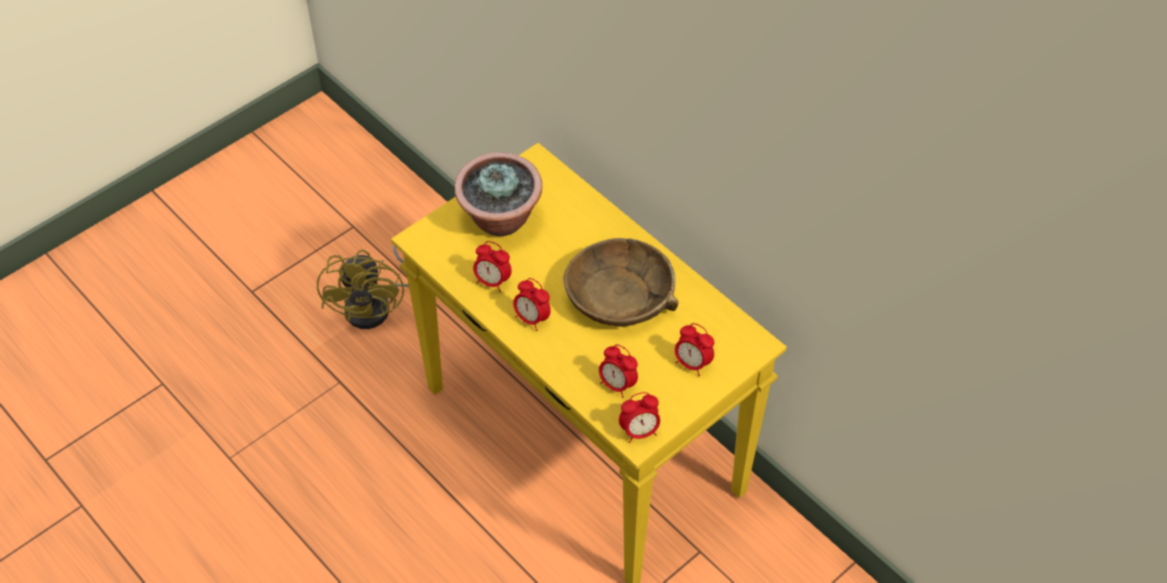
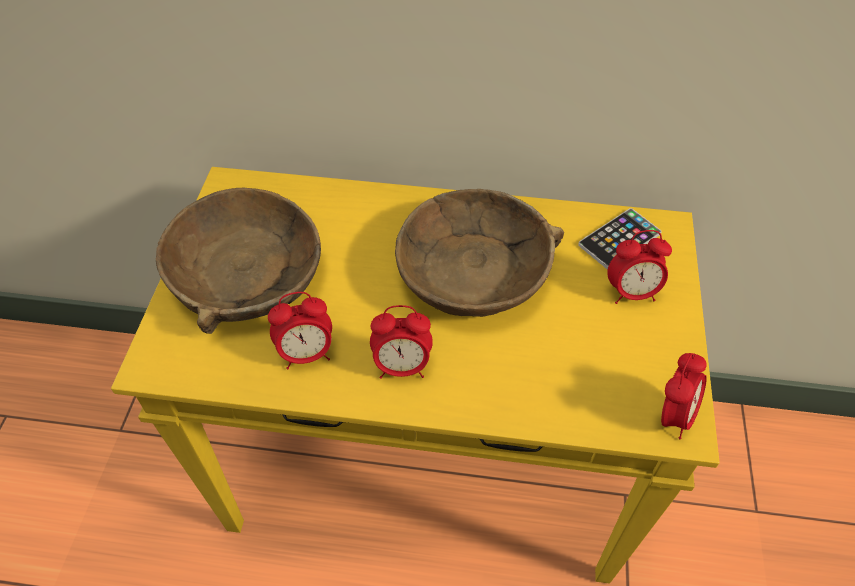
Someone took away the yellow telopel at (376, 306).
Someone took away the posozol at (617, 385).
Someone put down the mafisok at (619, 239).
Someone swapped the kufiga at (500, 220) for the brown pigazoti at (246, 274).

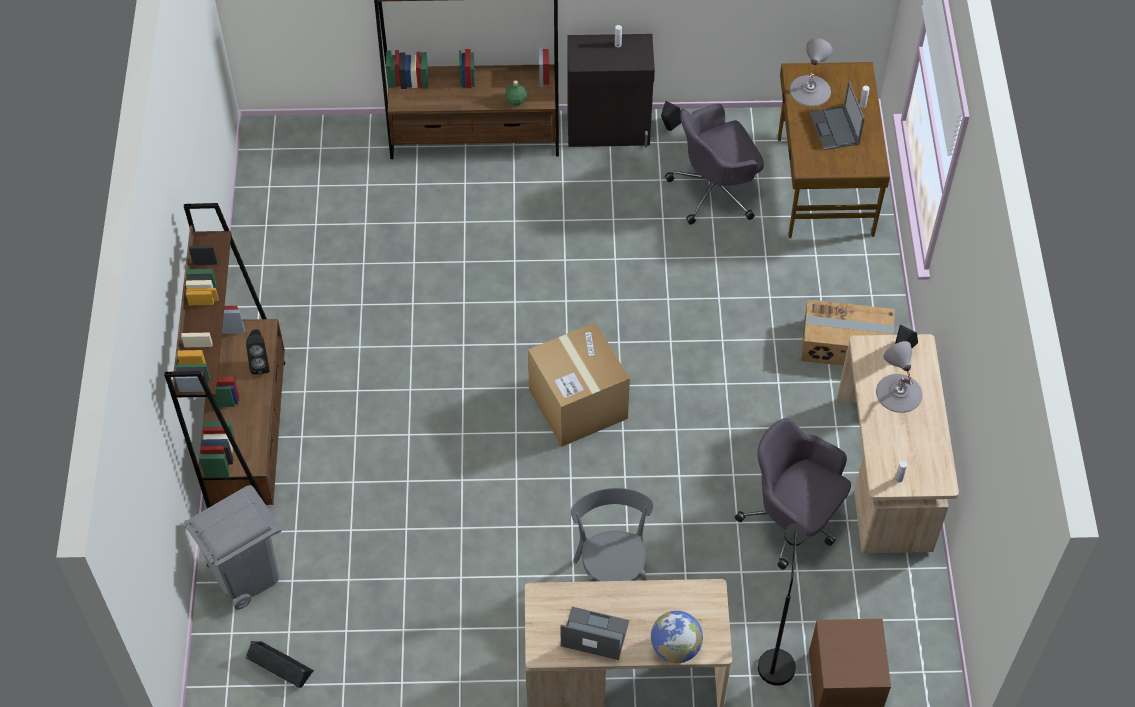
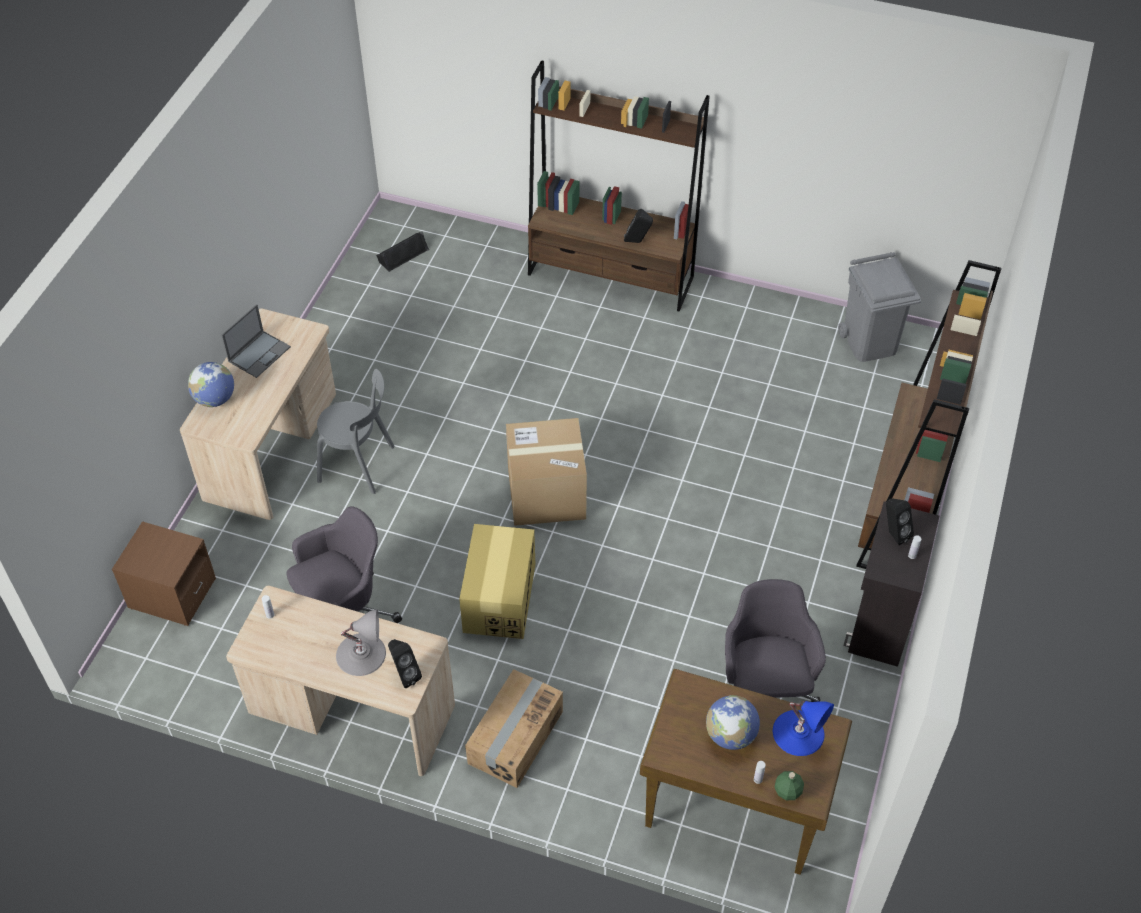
Someone took away the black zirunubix at (775, 658).
Someone put down the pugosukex at (499, 598).
Someone carried the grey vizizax from (246, 574) to (870, 342).
Someone carried the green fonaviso from (516, 101) to (787, 791).
Someone carried the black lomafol from (669, 129) to (893, 534).
Someone swapped the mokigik at (835, 129) for the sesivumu at (730, 735).
Someone repainted the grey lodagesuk at (810, 90), which became the blue lodagesuk at (798, 732).

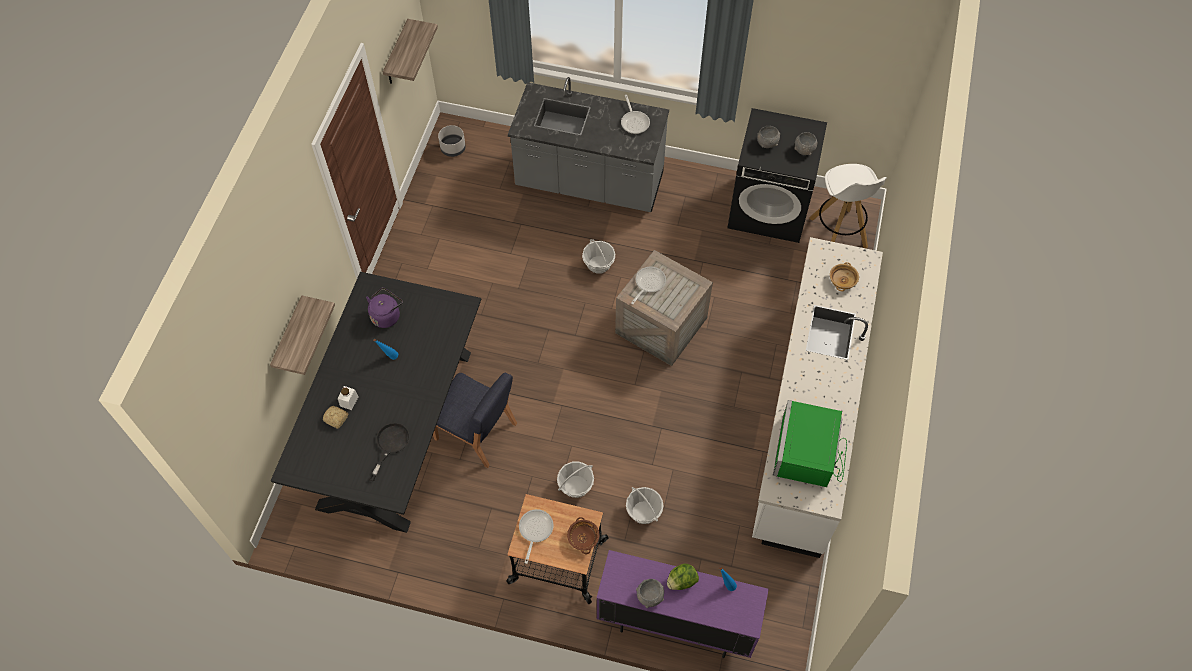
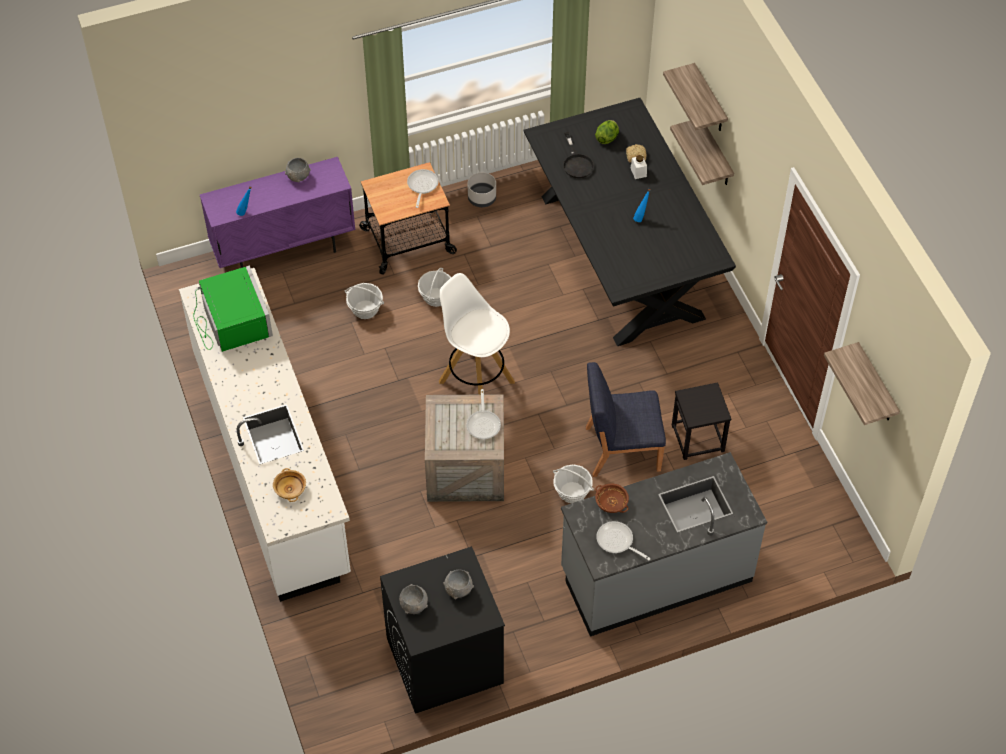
Someone took away the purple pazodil at (387, 315).
Someone put up the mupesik at (709, 100).
Someone put down the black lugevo at (698, 438).
Someone carried the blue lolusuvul from (476, 432) to (621, 448).
Someone carried the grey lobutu from (453, 148) to (482, 198).
Someone carried the brown pigazoti from (583, 538) to (611, 503).
Someone carried the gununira from (681, 581) to (607, 138).
Someone carried the white lugevo from (838, 233) to (475, 381).
Someone rotated the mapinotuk at (535, 530) by 150 degrees counterclockwise.

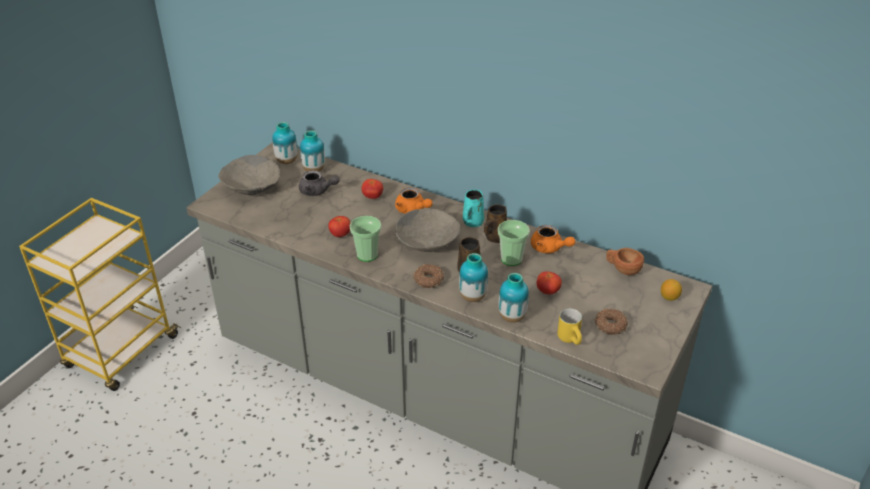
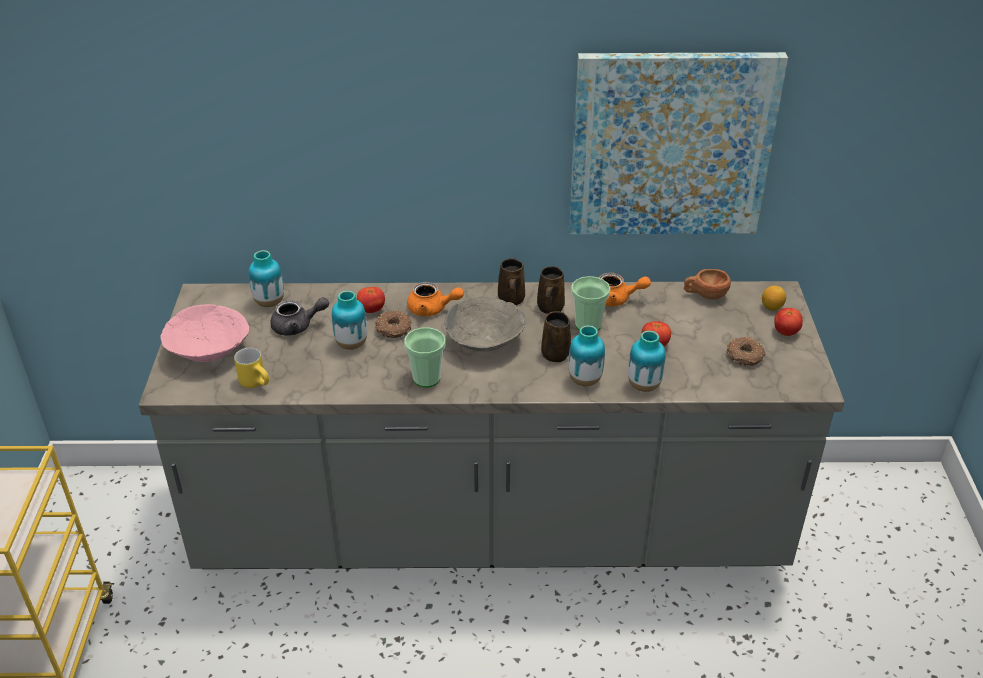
Someone put up the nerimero at (671, 145).
Someone carried the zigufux from (287, 161) to (351, 344).
Someone carried the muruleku from (340, 234) to (786, 332).
Someone carried the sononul from (428, 280) to (393, 330).
Someone carried the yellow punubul from (572, 339) to (257, 383).
Someone repainted the grey pigazoti at (252, 189), which became the pink pigazoti at (209, 352).
Someone repainted the turquoise punubul at (472, 222), which became the brown punubul at (511, 300).

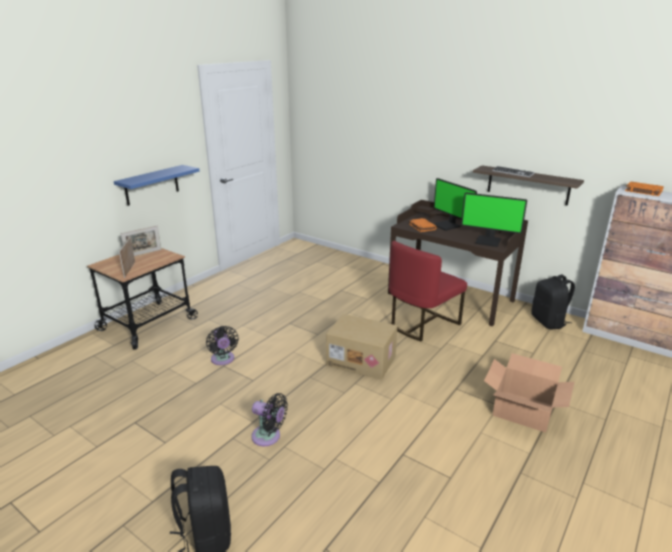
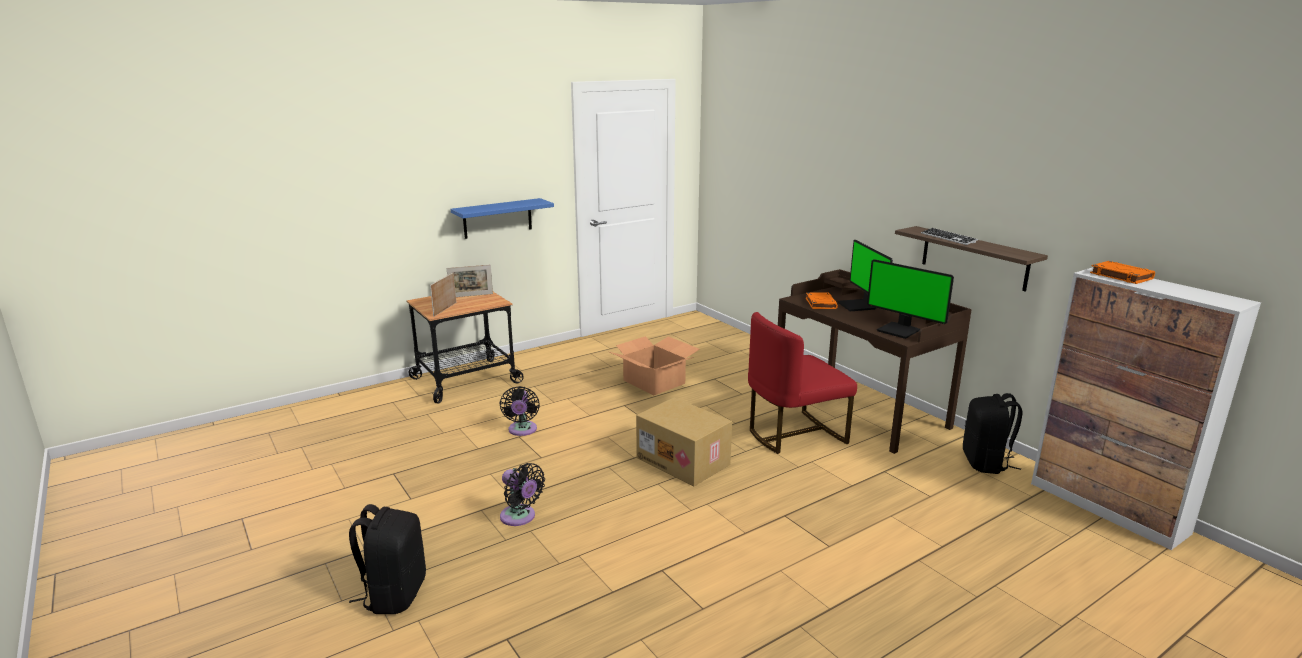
Someone carried the pugosukex from (523, 410) to (654, 382).

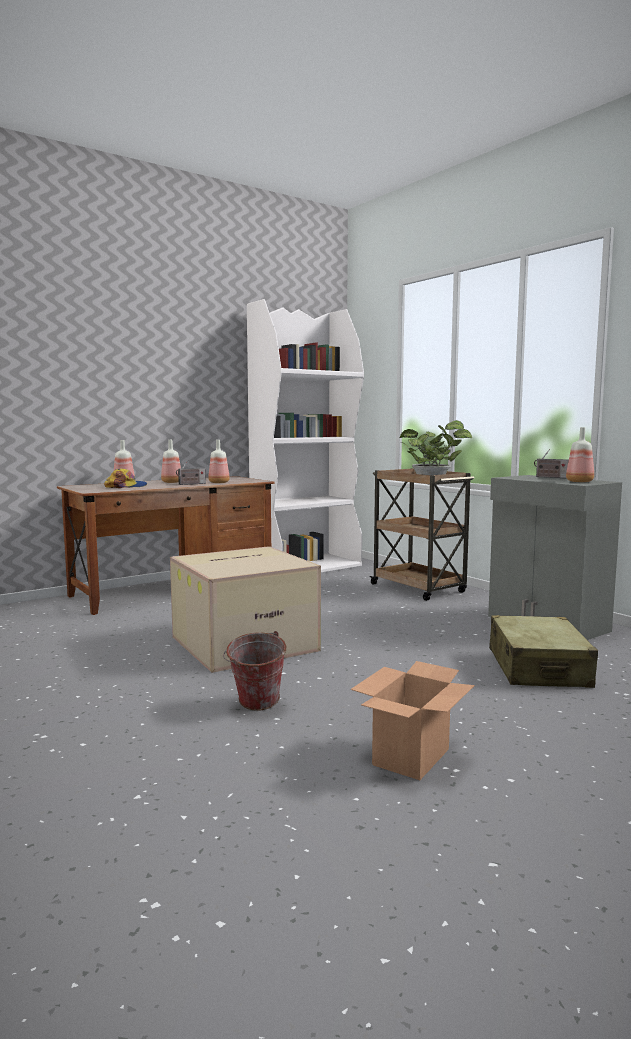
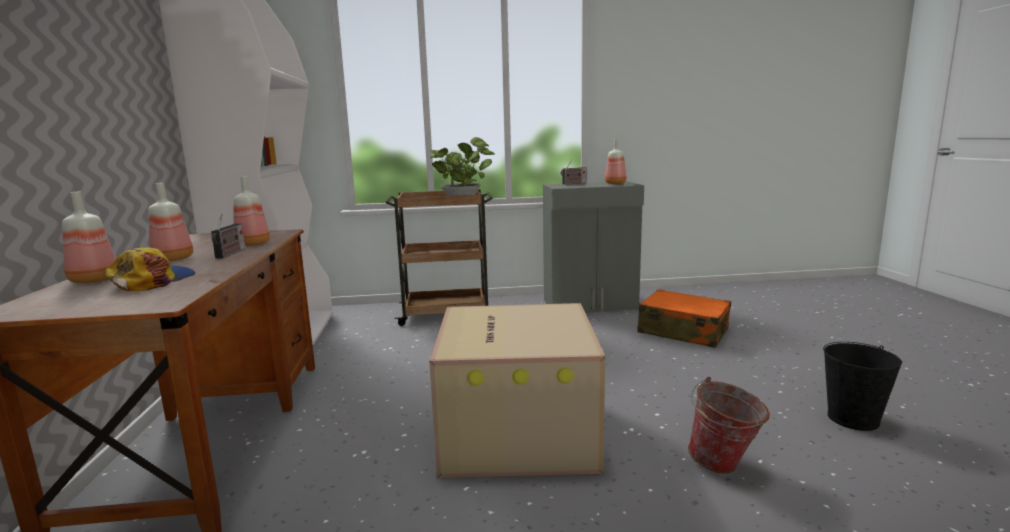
Someone swapped the pugosukex at (411, 757) for the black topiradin at (853, 419).
Someone repainted the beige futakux at (538, 668), which became the orange futakux at (683, 332).

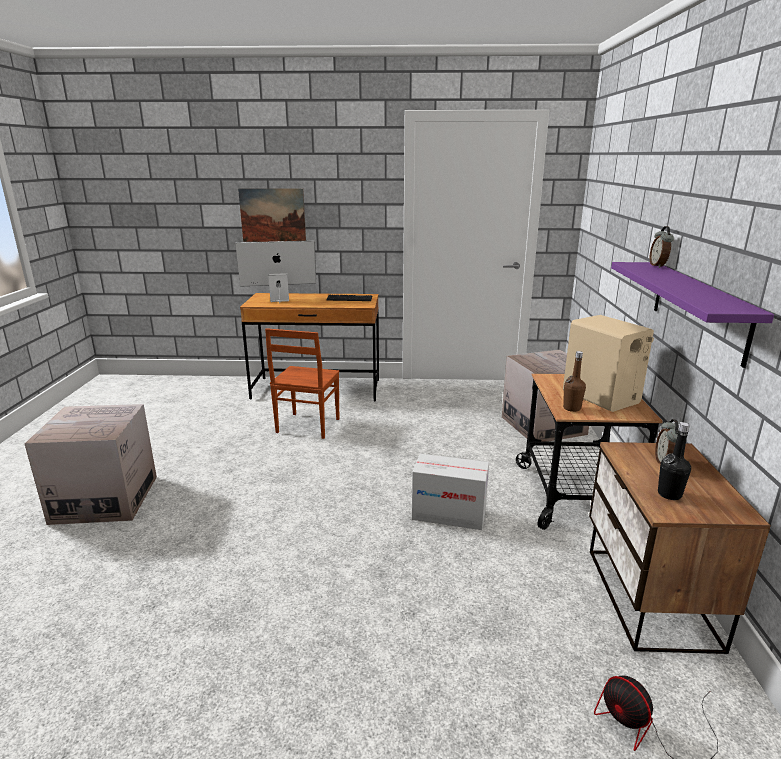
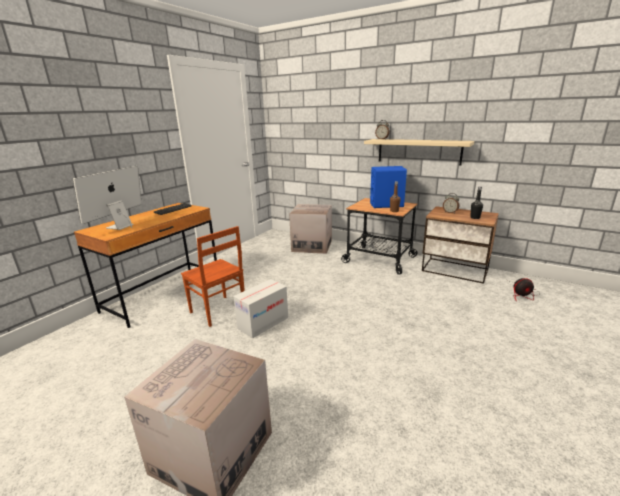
Someone took away the nerimero at (272, 215).
Someone carried the pugosukex from (448, 514) to (263, 323).
Someone repainted the beige lomafol at (601, 397), which became the blue lomafol at (386, 205).
Someone repainted the purple mupesik at (698, 309), which became the beige mupesik at (418, 151).

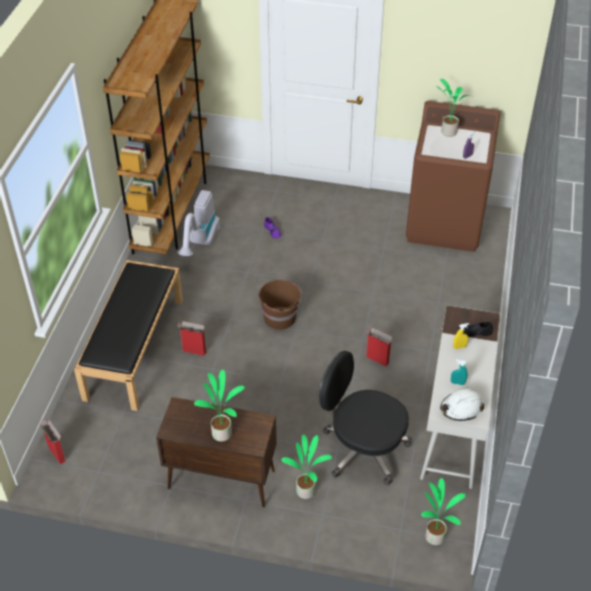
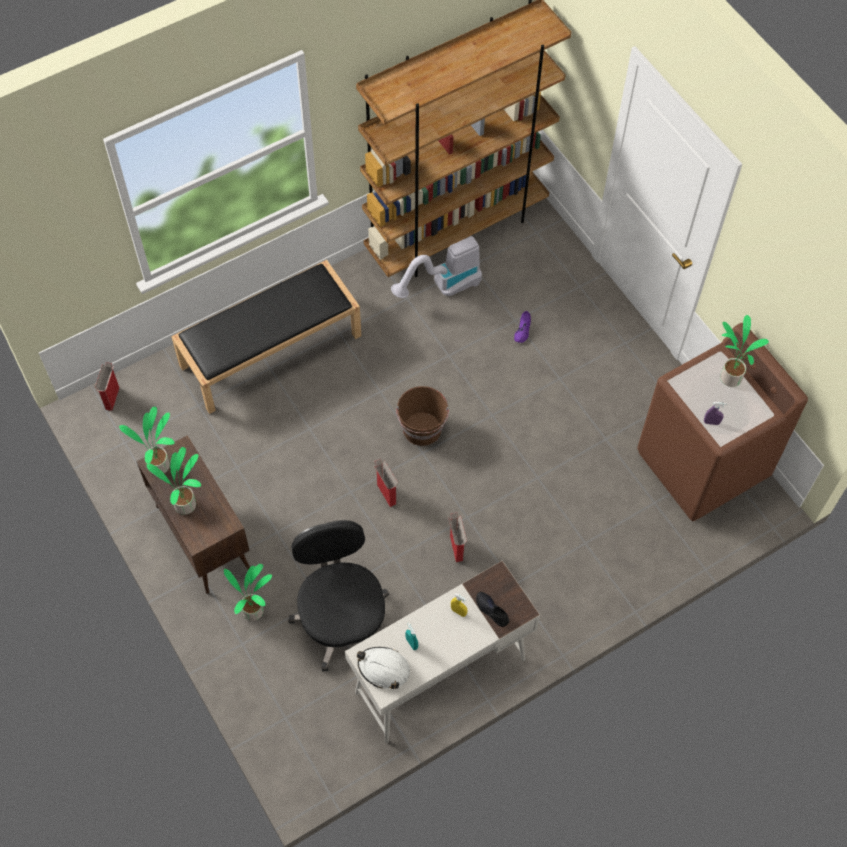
Someone carried the pugosukex from (193, 351) to (386, 494).
Someone carried the kufiga from (435, 536) to (160, 465).

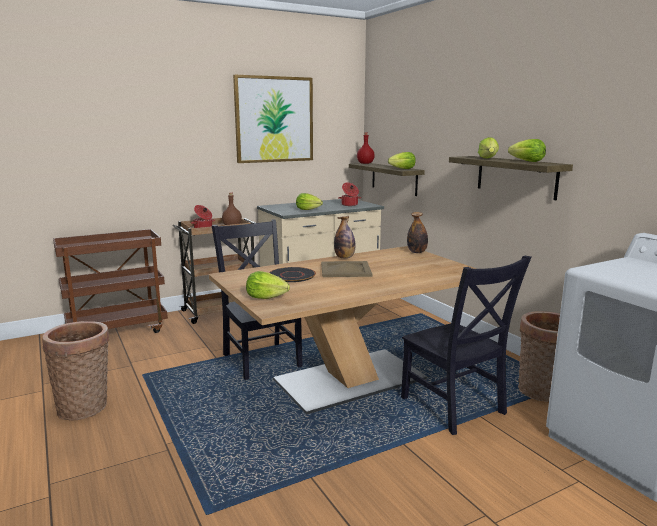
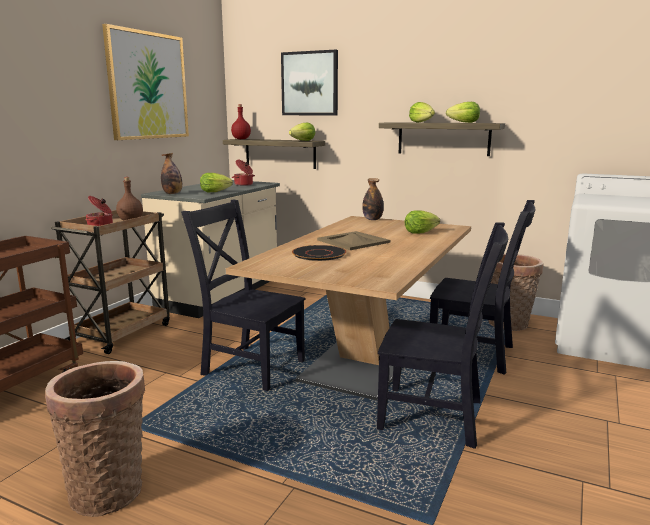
Someone put up the nerimero at (310, 83).
Someone put down the black lolusuvul at (436, 417).
Someone carried the gununira from (266, 297) to (420, 232).
Someone carried the fonaviso from (344, 257) to (172, 193).

